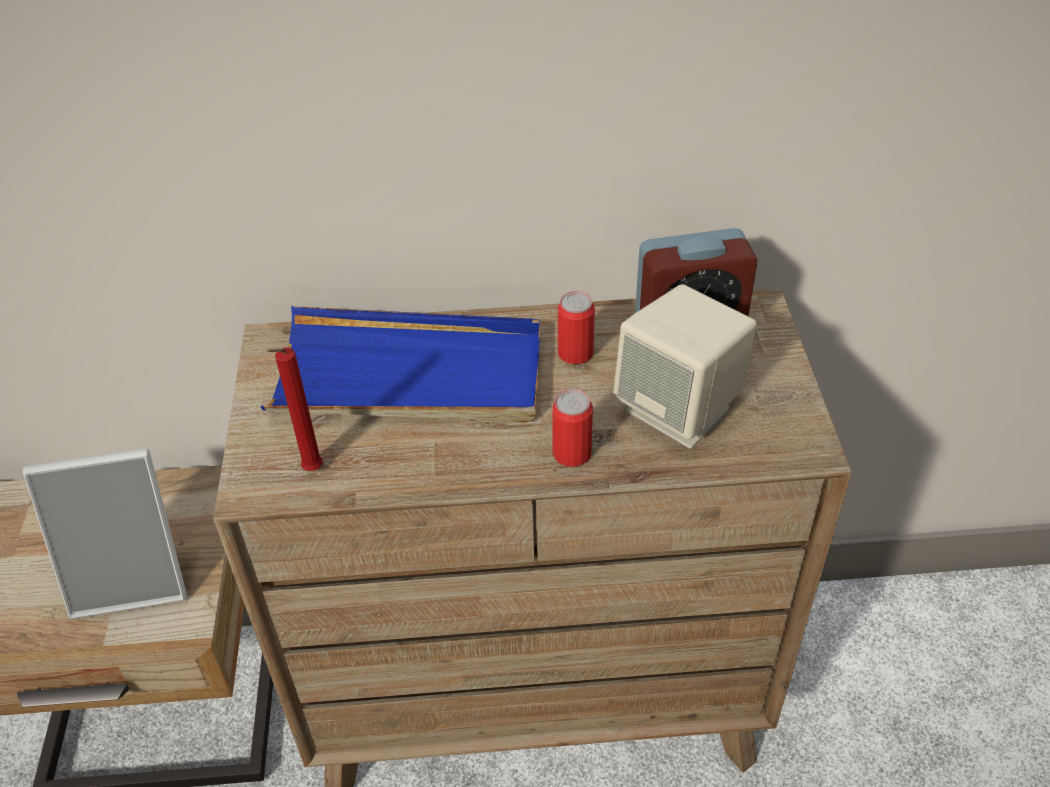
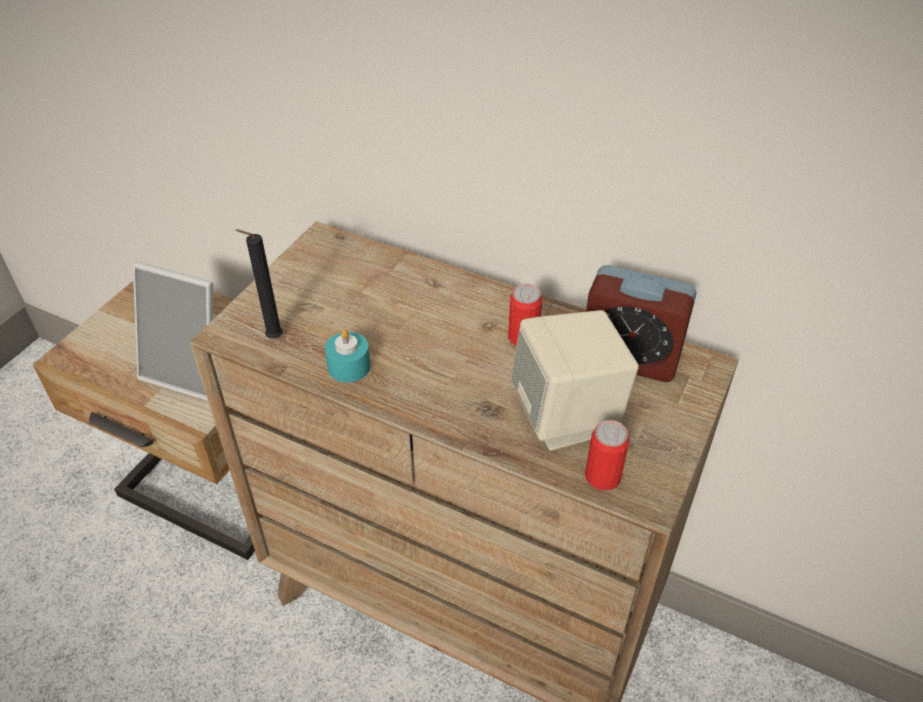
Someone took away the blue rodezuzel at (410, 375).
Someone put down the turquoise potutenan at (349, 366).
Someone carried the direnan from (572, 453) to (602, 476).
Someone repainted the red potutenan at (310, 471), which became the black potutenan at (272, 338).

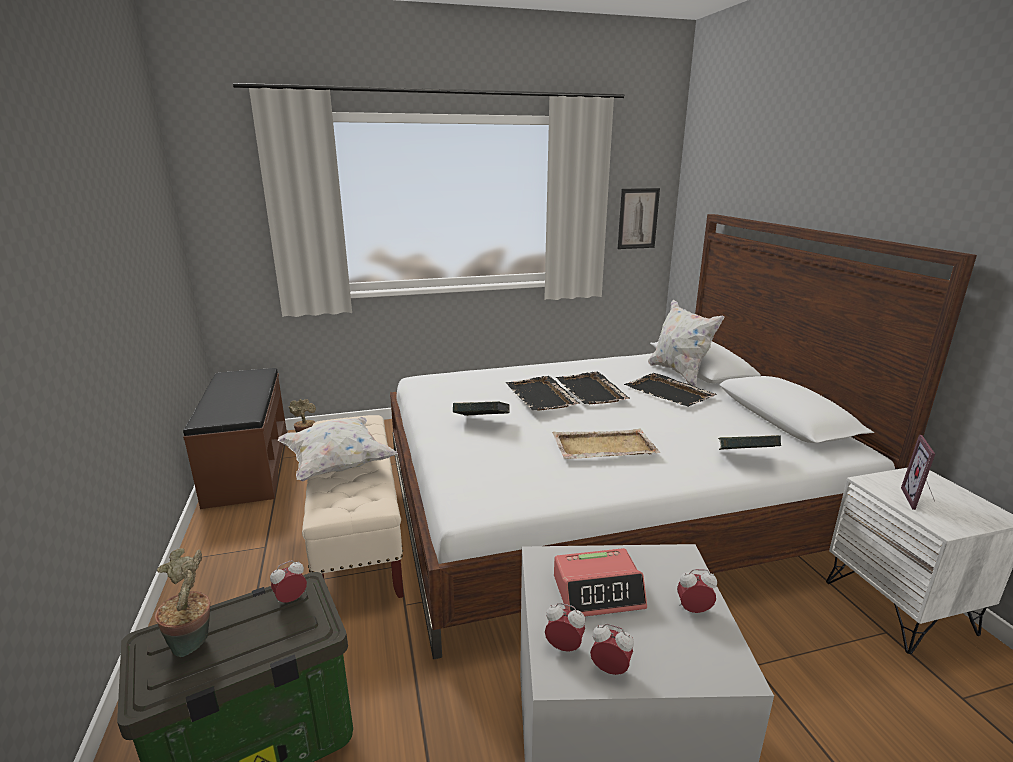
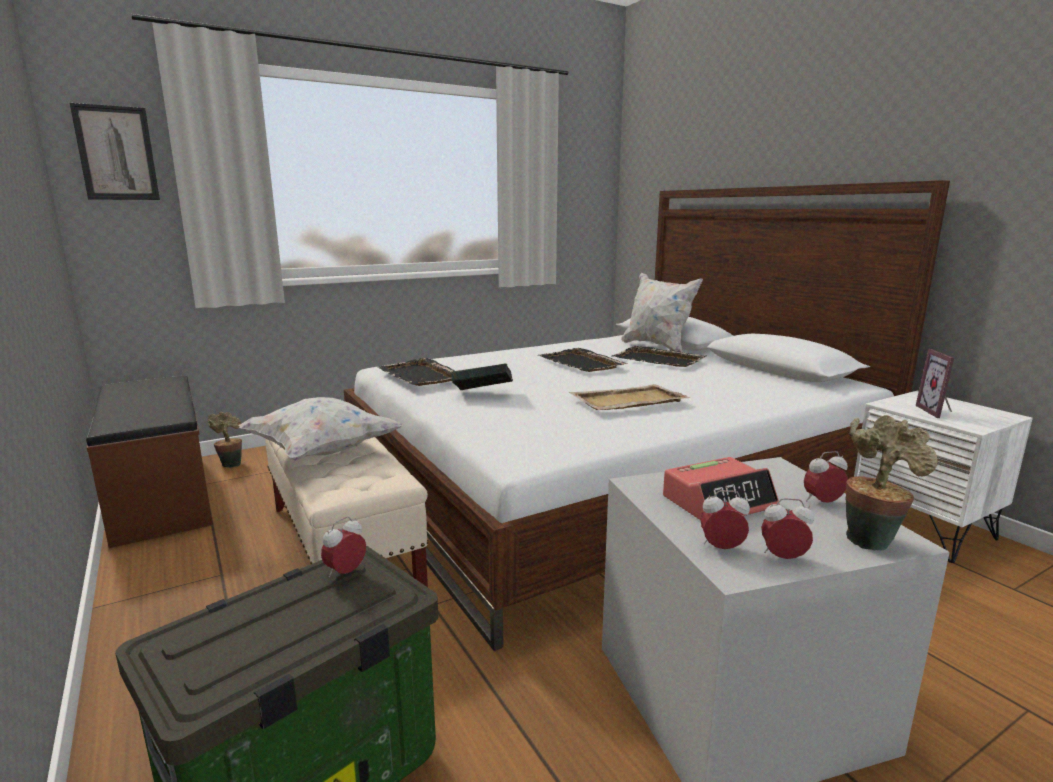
Someone took away the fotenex at (745, 458).
Someone carried the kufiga from (194, 643) to (871, 539).
Someone carried the black rodezuzel from (541, 396) to (420, 375).
Someone carried the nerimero from (638, 218) to (116, 153).

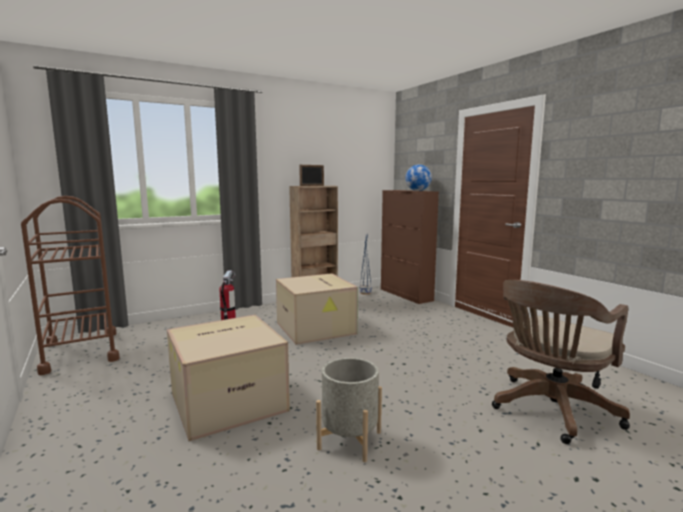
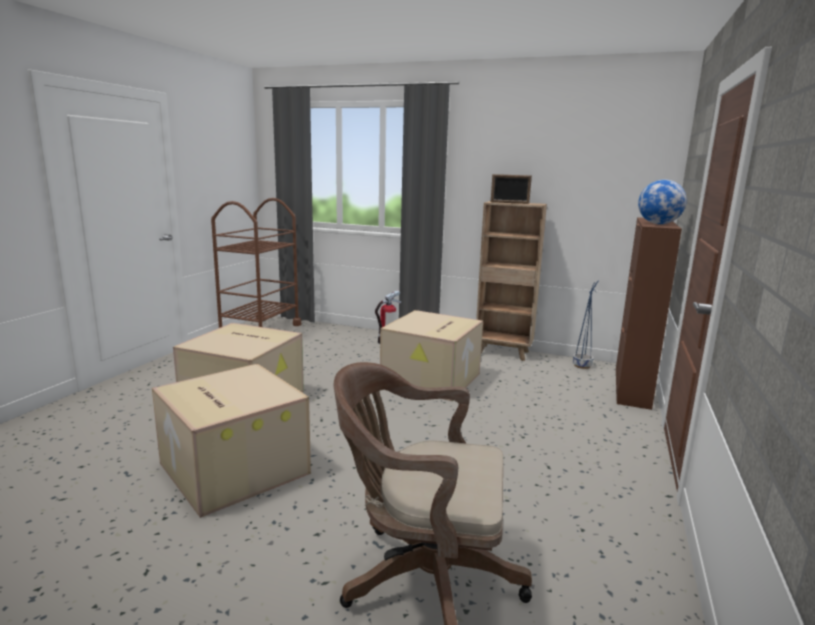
Someone swapped the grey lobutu at (349, 440) for the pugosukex at (232, 468).

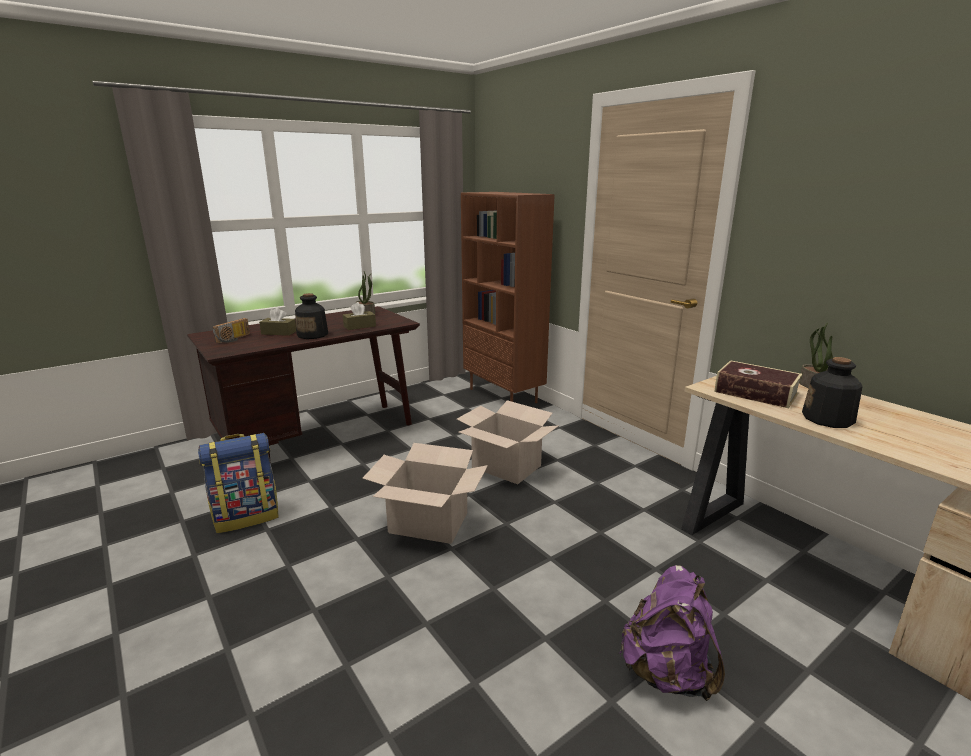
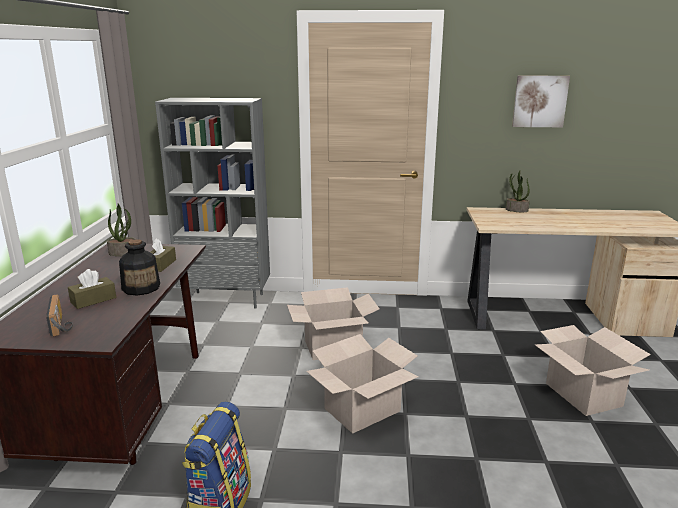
Someone took away the fotenex at (755, 393).
Someone took away the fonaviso at (828, 419).
Someone put up the nerimero at (539, 101).
Someone swapped the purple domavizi at (667, 673) for the pugosukex at (584, 394).
Someone repainted the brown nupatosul at (504, 395), which became the grey nupatosul at (226, 299).

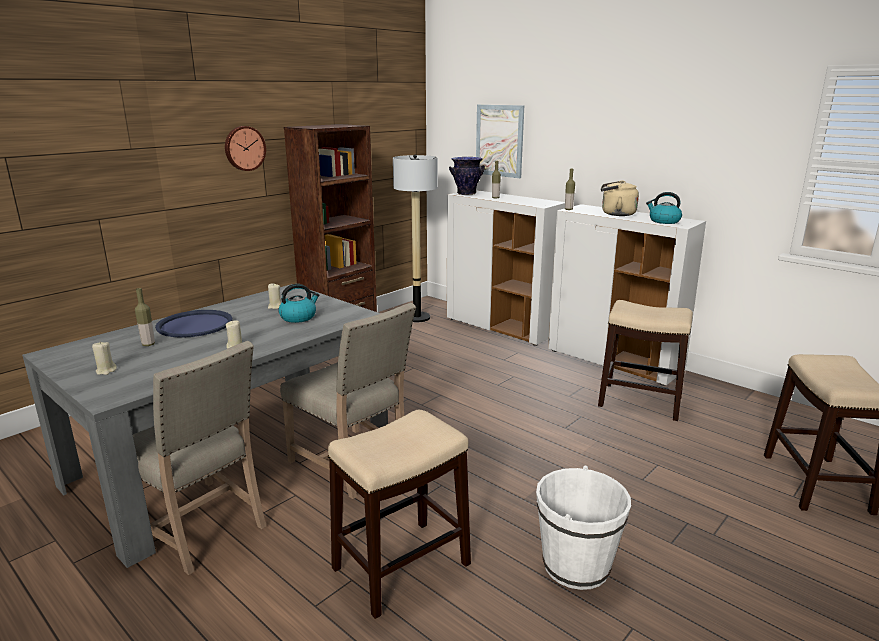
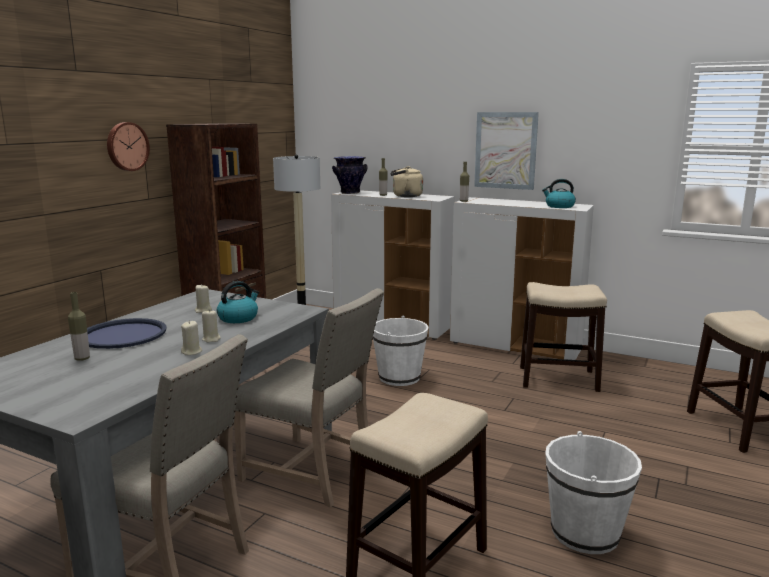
Someone put down the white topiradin at (399, 377).
Someone carried the beige potutenan from (106, 371) to (211, 339).
Someone carried the nerimero from (499, 141) to (505, 150).
Someone carried the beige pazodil from (616, 214) to (405, 196).

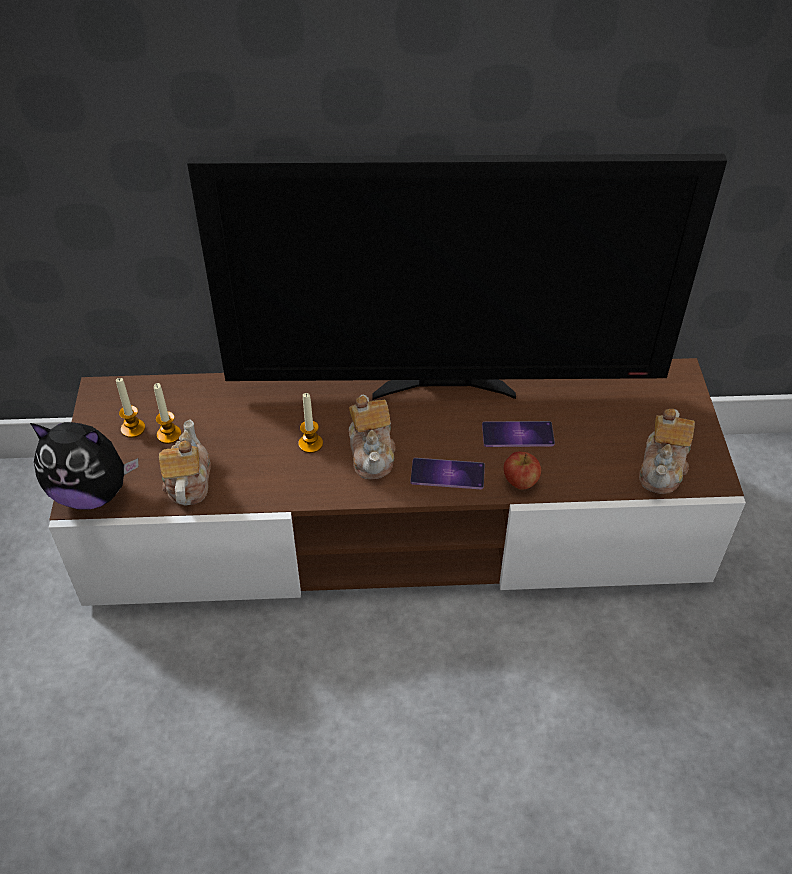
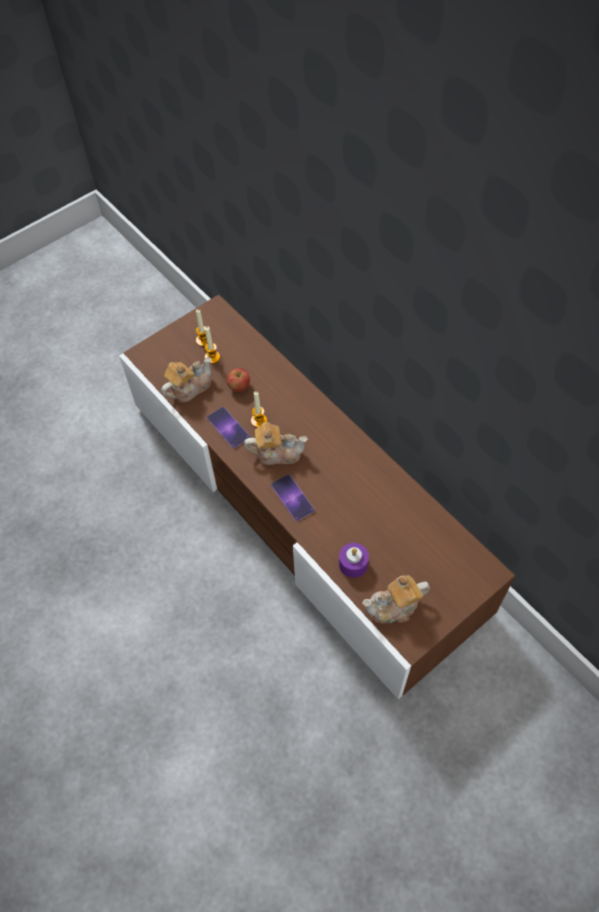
Someone took away the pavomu at (92, 492).
Someone took away the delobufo at (444, 387).
Someone put down the purple potutenan at (353, 564).
Someone carried the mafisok from (517, 434) to (228, 427).
Someone carried the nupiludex from (520, 482) to (239, 387).
Someone rotated the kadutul at (372, 453) by 135 degrees counterclockwise.

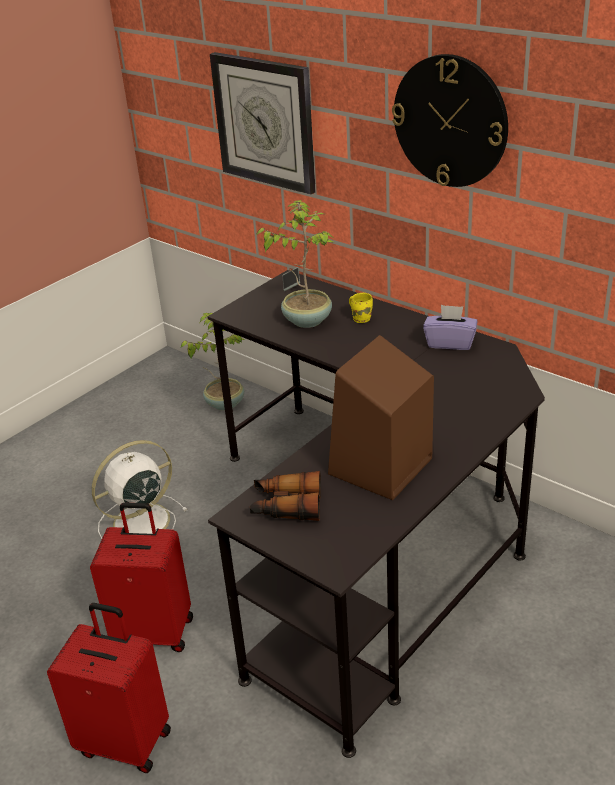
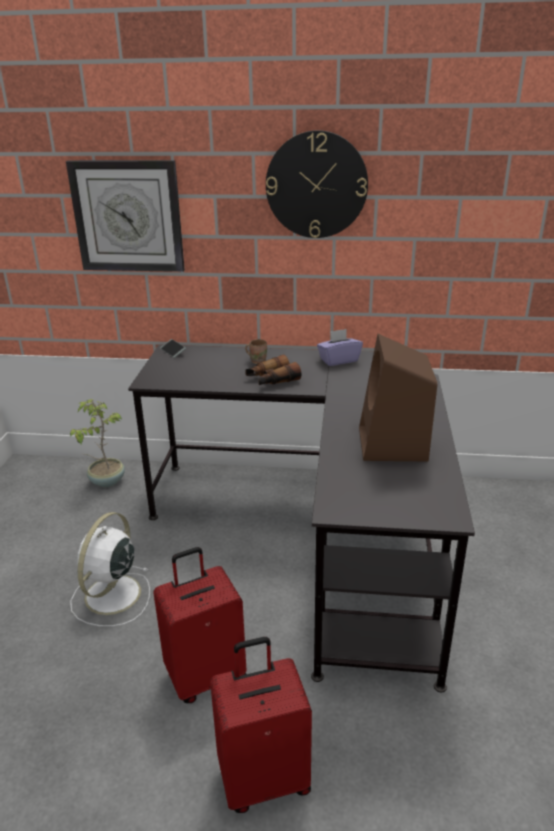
Someone took away the kufiga at (307, 320).
Someone carried the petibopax from (286, 506) to (271, 380).
Someone repainted the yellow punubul at (361, 318), which became the brown punubul at (257, 361).

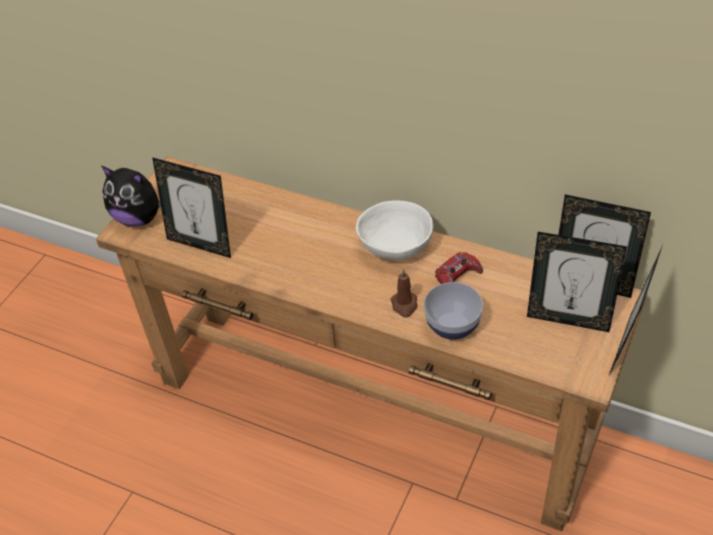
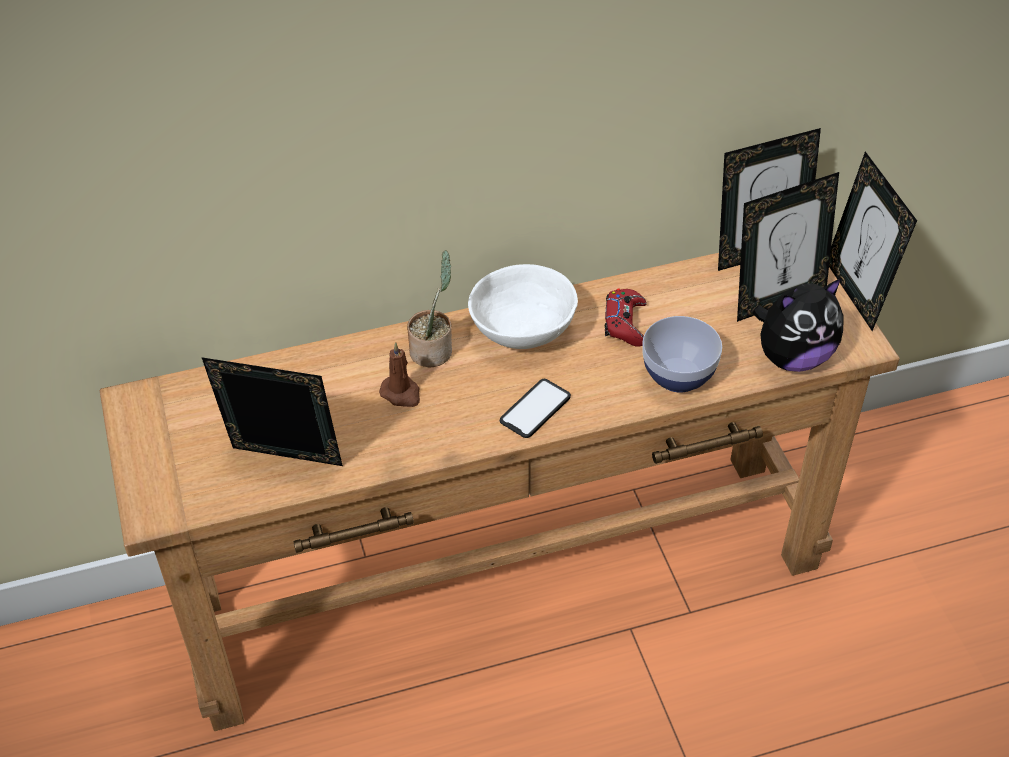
Someone put down the kufiga at (433, 350).
Someone put down the mafisok at (535, 409).
Someone carried the pavomu from (139, 218) to (793, 357).
Someone carried the brown potutenan from (404, 305) to (401, 393).
Someone rotated the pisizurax at (201, 244) by 150 degrees counterclockwise.

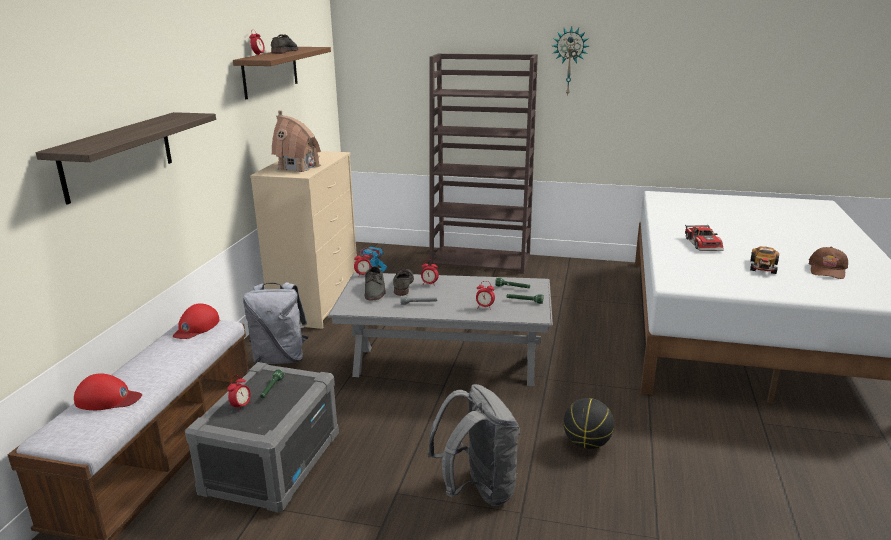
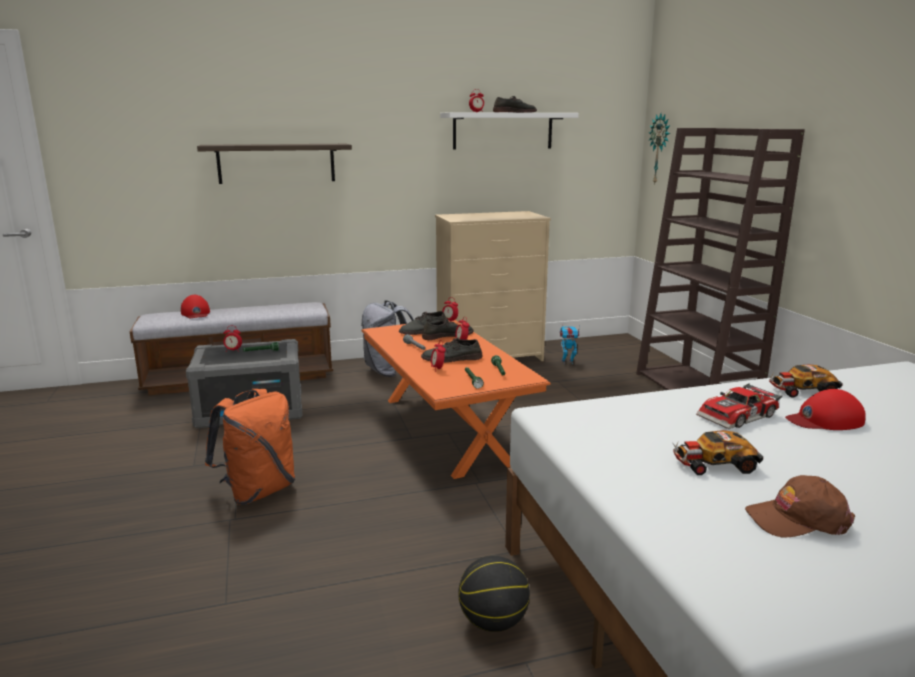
Someone took away the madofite at (298, 167).
Someone put down the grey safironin at (452, 359).
Someone put down the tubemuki at (801, 390).
Someone carried the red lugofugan from (196, 327) to (824, 420).
Someone carried the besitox from (569, 61) to (660, 149).
Someone carried the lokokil from (587, 443) to (493, 622).
Someone repainted the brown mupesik at (270, 72), which became the white mupesik at (503, 131).
Someone repainted the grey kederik at (445, 365), which became the orange kederik at (446, 430).
Someone repainted the grey domavizi at (477, 489), which became the orange domavizi at (258, 491).

